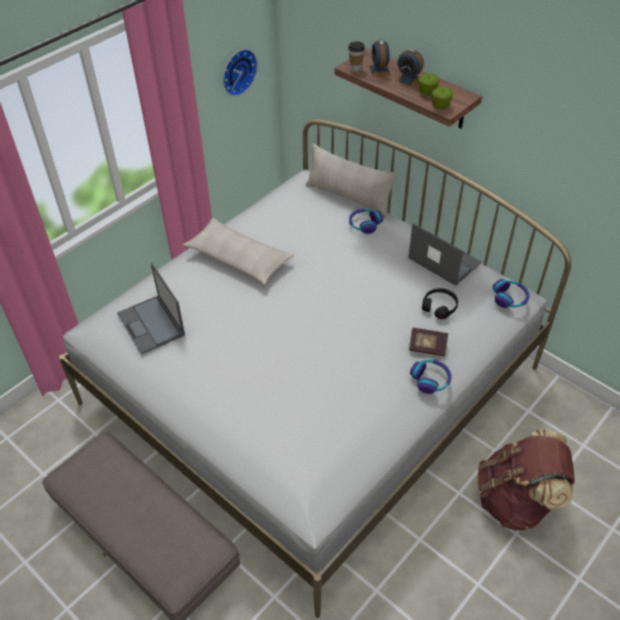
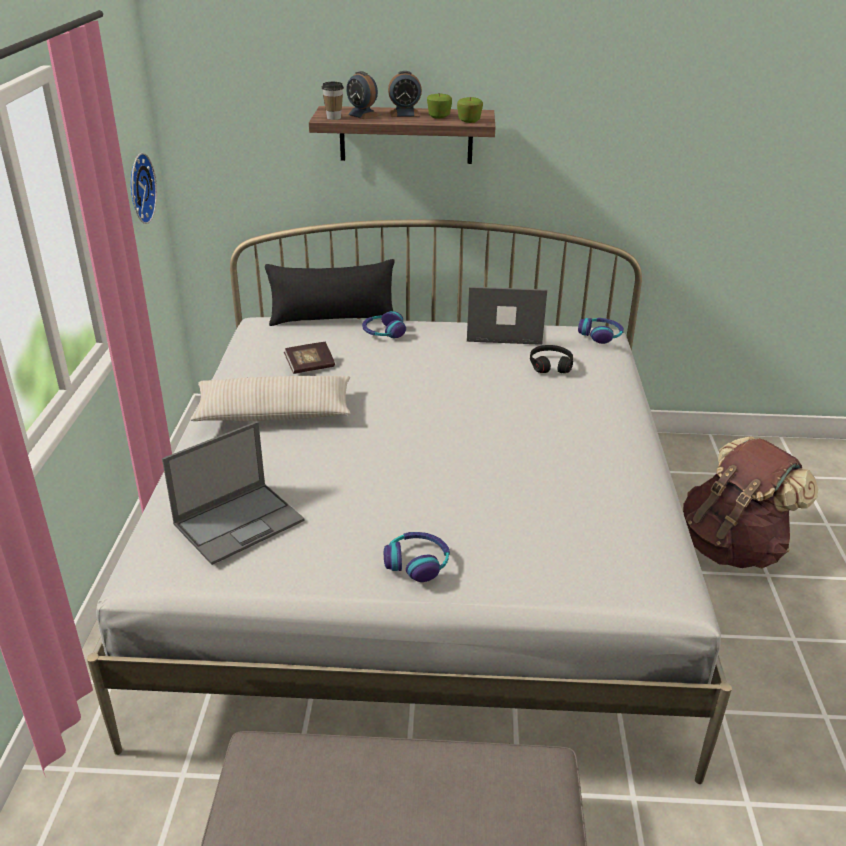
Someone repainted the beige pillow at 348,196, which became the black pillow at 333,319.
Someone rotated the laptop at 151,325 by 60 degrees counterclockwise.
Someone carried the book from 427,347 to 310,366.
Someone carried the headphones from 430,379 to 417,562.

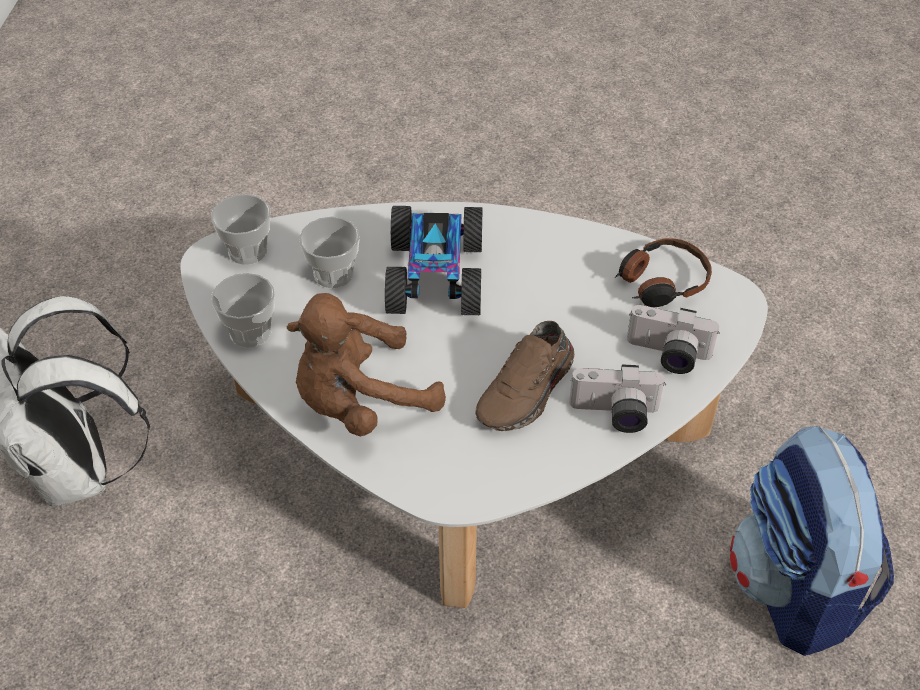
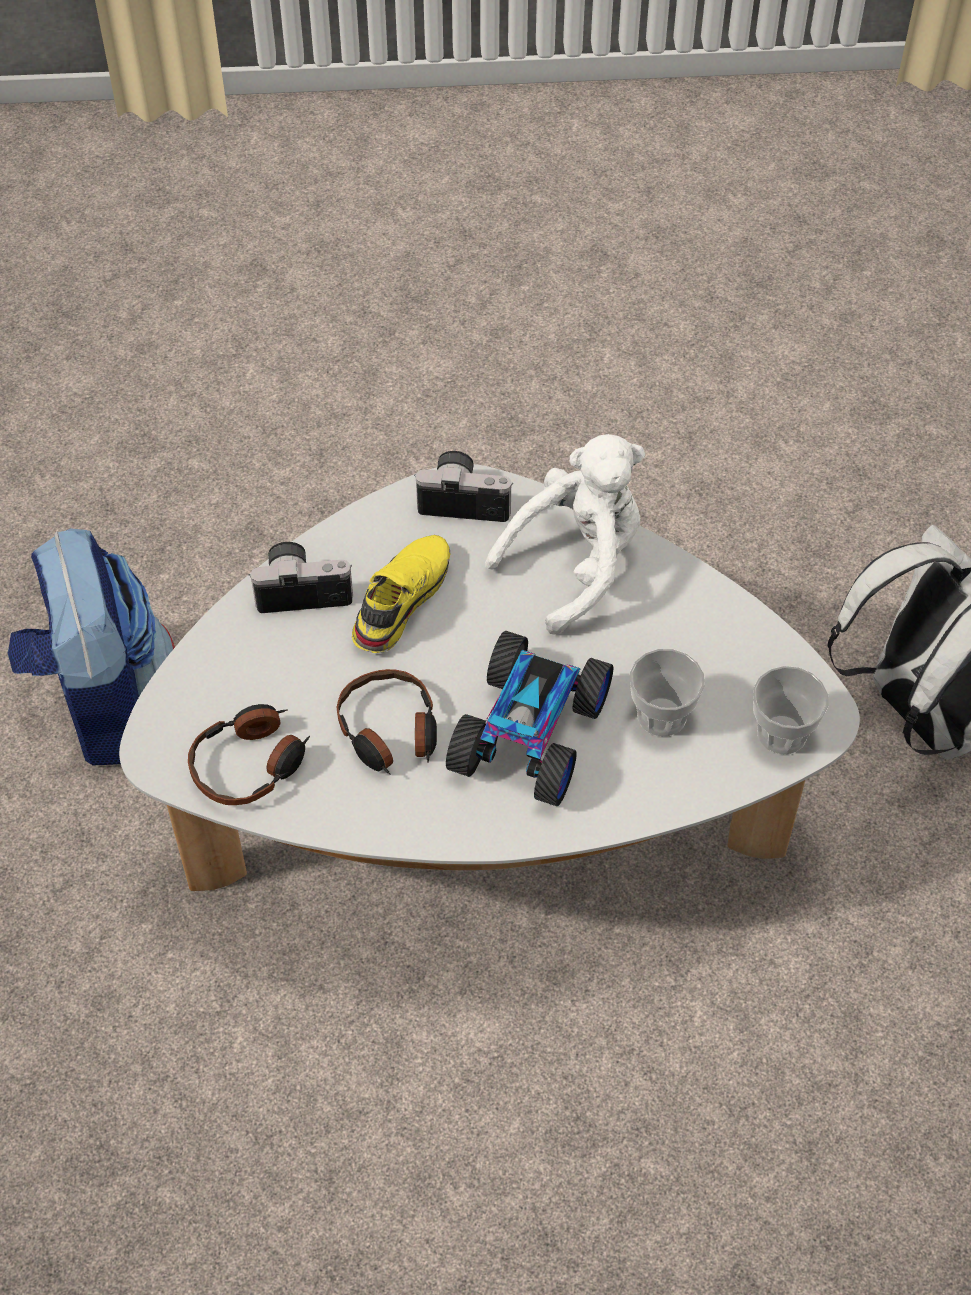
Someone rotated the toy car at 437,275 by 150 degrees counterclockwise.
Someone took away the cup at 250,332.
Someone repainted the brown plush toy at 360,402, which became the white plush toy at 576,564.
Someone carried the photo camera from 667,356 to 465,498.
Someone repainted the brown shoe at 527,392, which became the yellow shoe at 399,600.
Someone put down the headphones at 390,732.

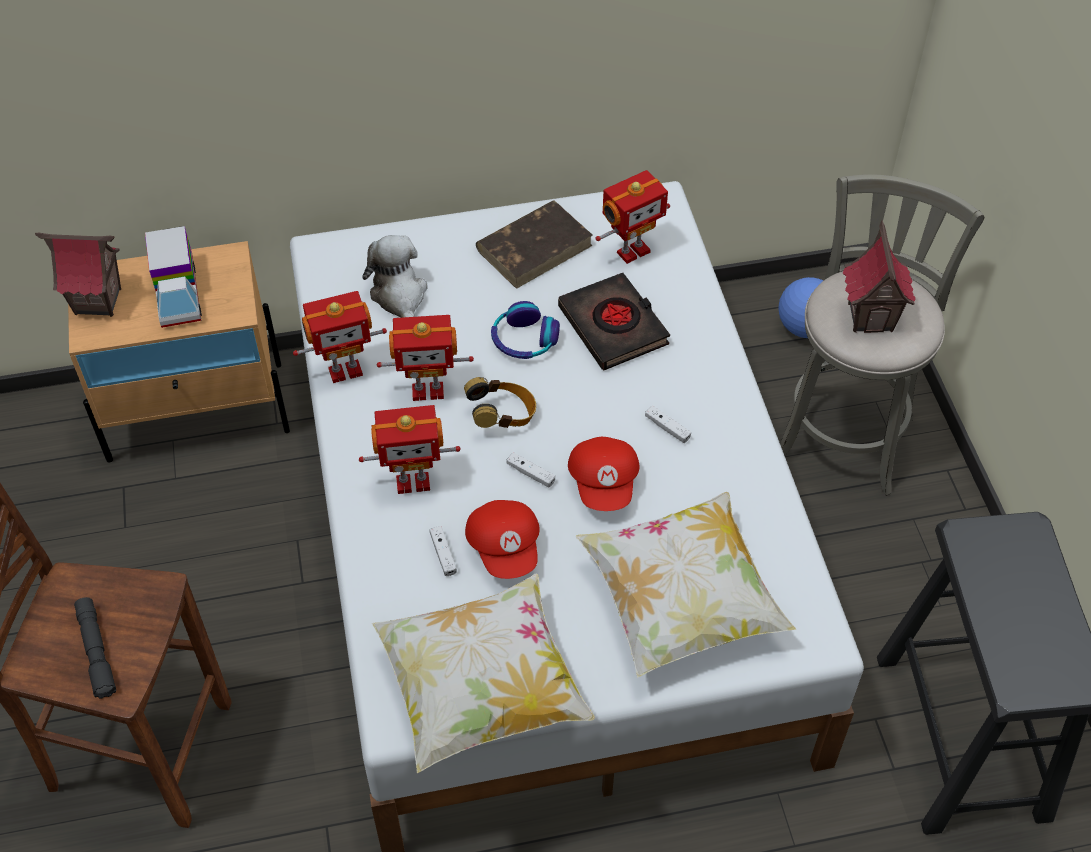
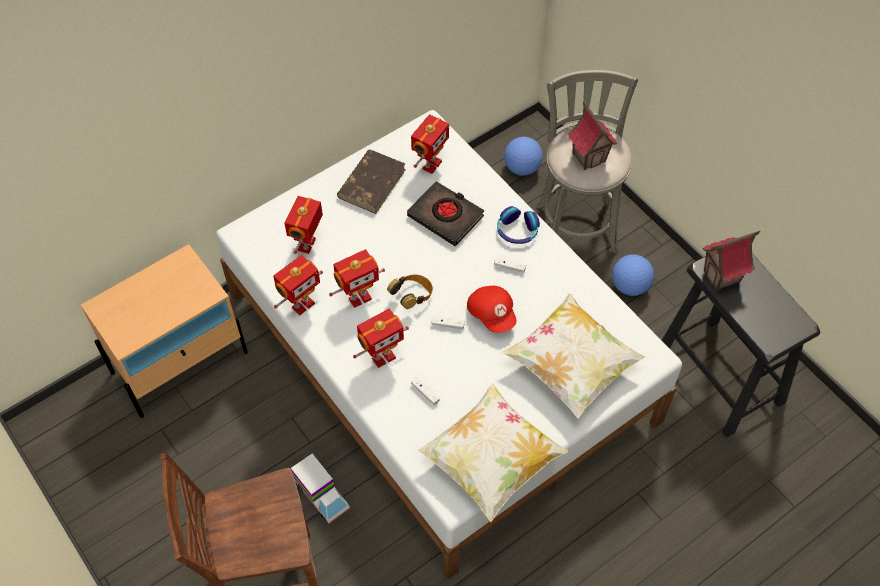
Someone carried the toy truck from 178,293 to 321,494.
Someone carried the toy house from 98,302 to 722,277.
Someone swapped the plush toy at 399,296 for the toy robot at 308,245.
Someone carried the headphones from 524,340 to 517,230.
Someone took away the red cap at 506,547.
Someone took away the grey flashlight at 96,651.
Someone put down the football at 630,286.

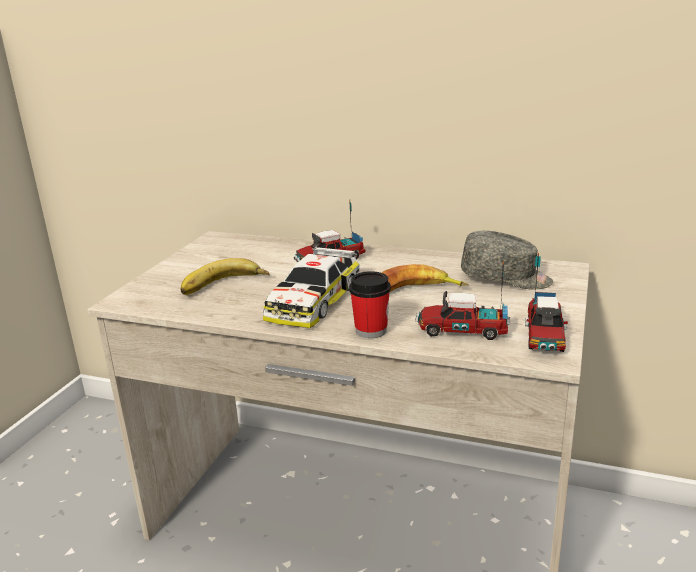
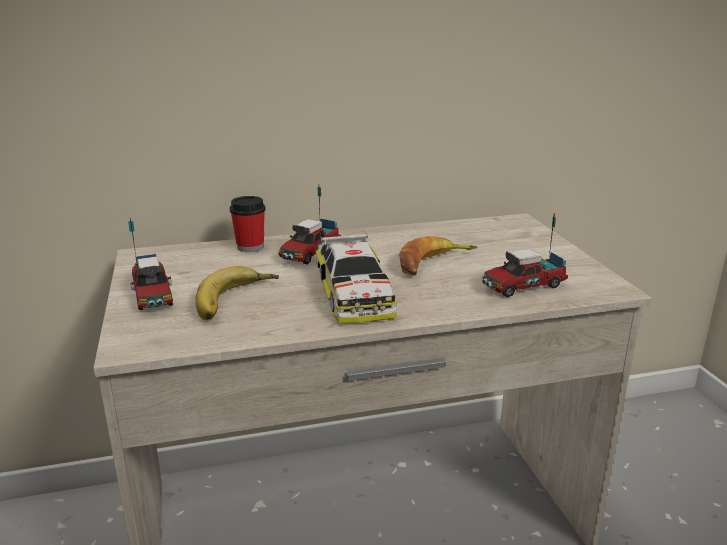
Someone took away the grey cap at 506,278.
Someone carried the toy truck from 544,336 to 152,295.
Someone carried the cup from 371,330 to 250,247.

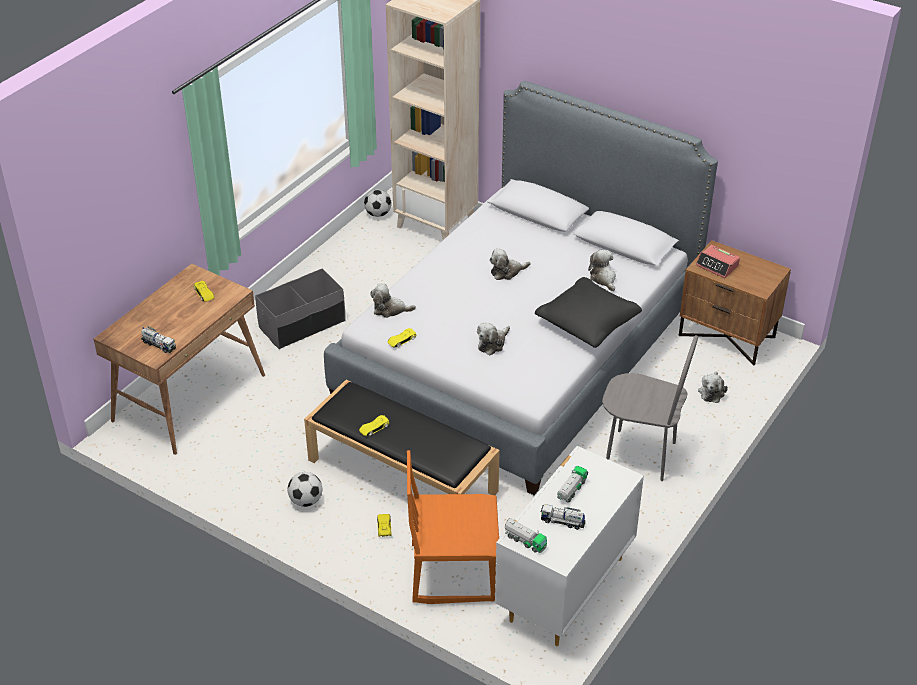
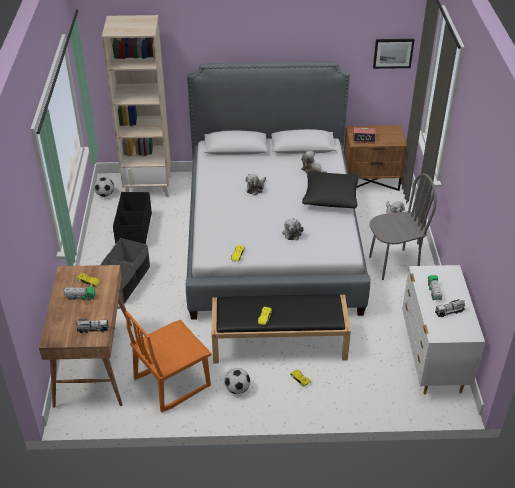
Someone took away the plush toy at 390,309.
Someone carried the orange chair from 453,572 to 171,382.
Someone carried the toy truck from 525,541 to 80,297.
Someone put up the picture at 393,53.
Someone put down the black storage box at 134,230.

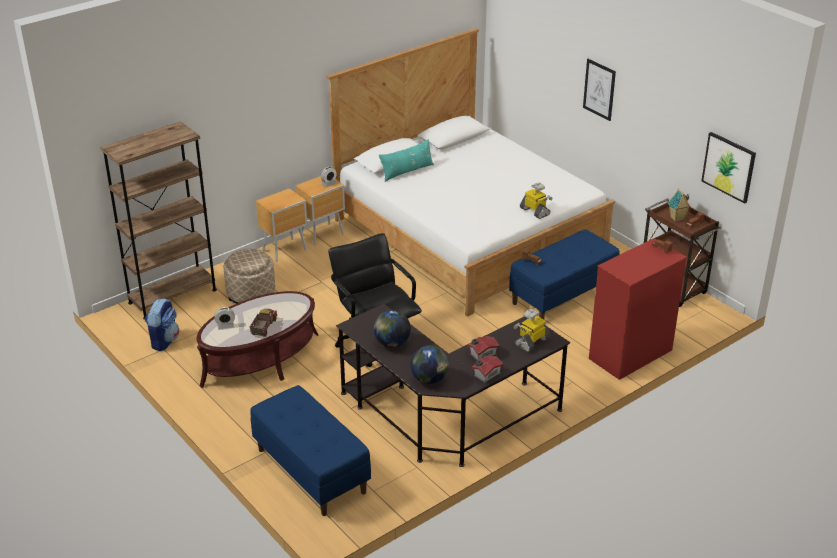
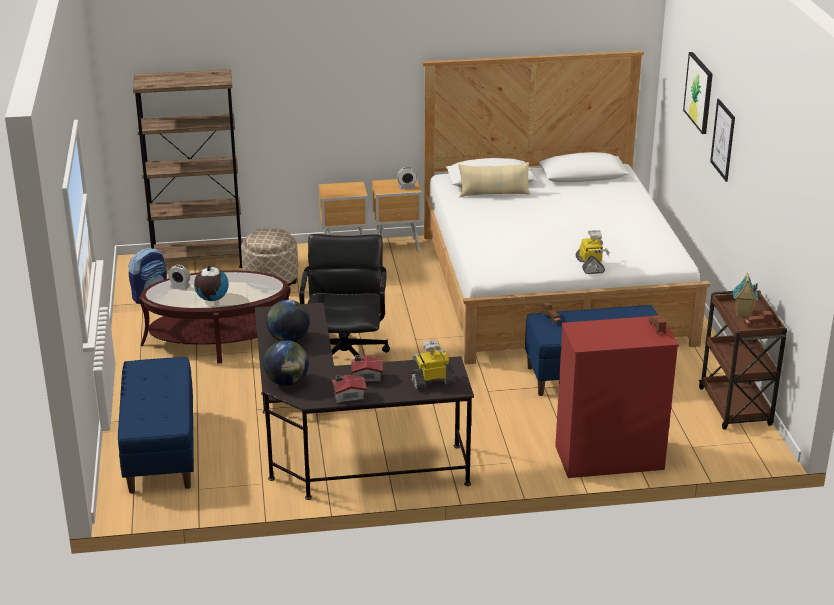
Someone carried the picture from 729,167 to 699,92.
Someone repainted the turquoise pillow at 407,171, which became the beige pillow at 494,194.
Someone swapped the toy truck at 263,328 for the globe at 212,299.

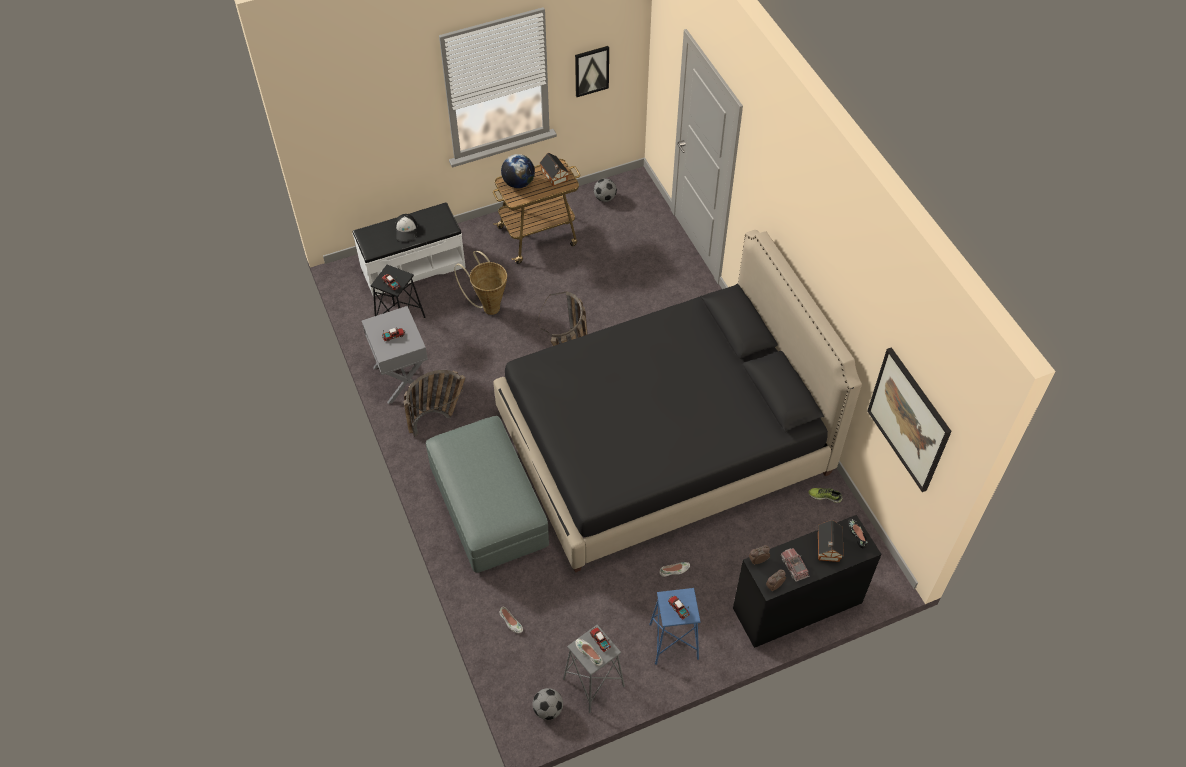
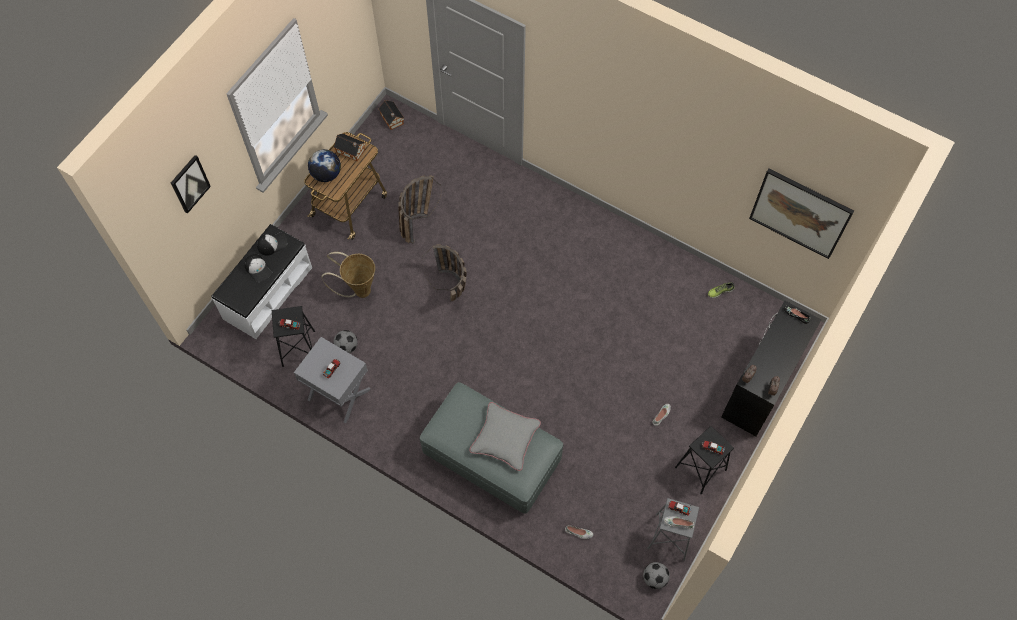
Someone carried the picture from 591,70 to 189,183.
Someone carried the football from 605,198 to 347,346.
Someone took away the black bed at 663,443.
Someone carried the basket from 437,418 to 418,221.
Someone carried the toy house from 828,548 to 392,120.
Someone took away the toy truck at 794,567.
Someone repainted the blue stool at 673,641, which became the black stool at 700,469.
Someone put down the cap at 272,244.
Someone put down the grey pillow at 505,438.

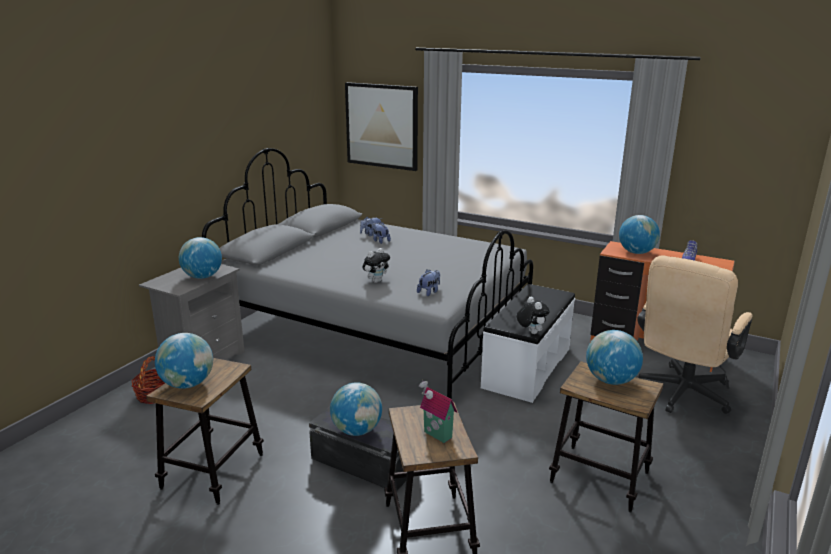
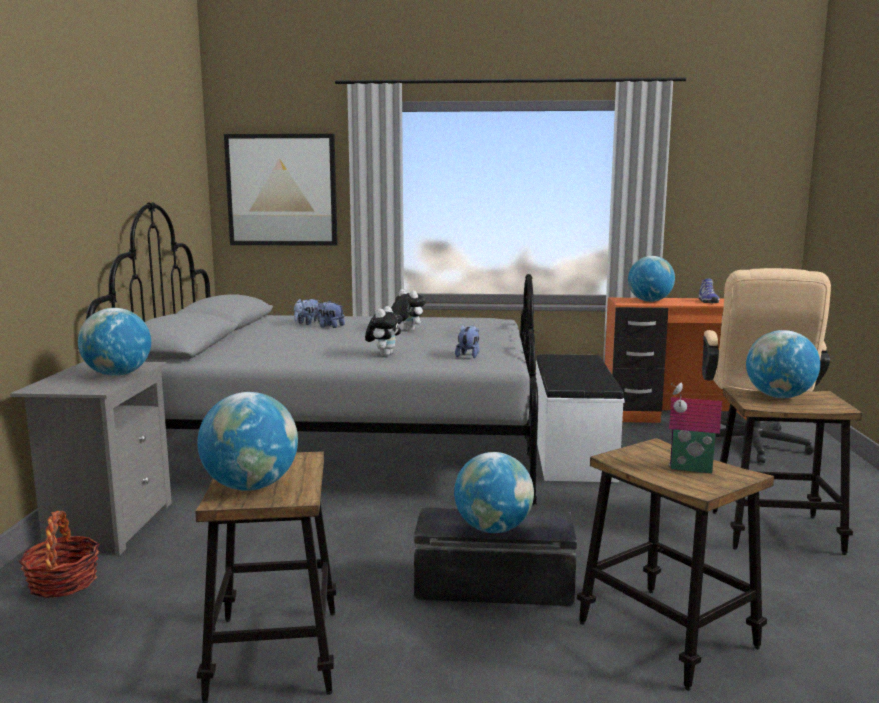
Someone carried the plush toy from 530,332 to 407,330.

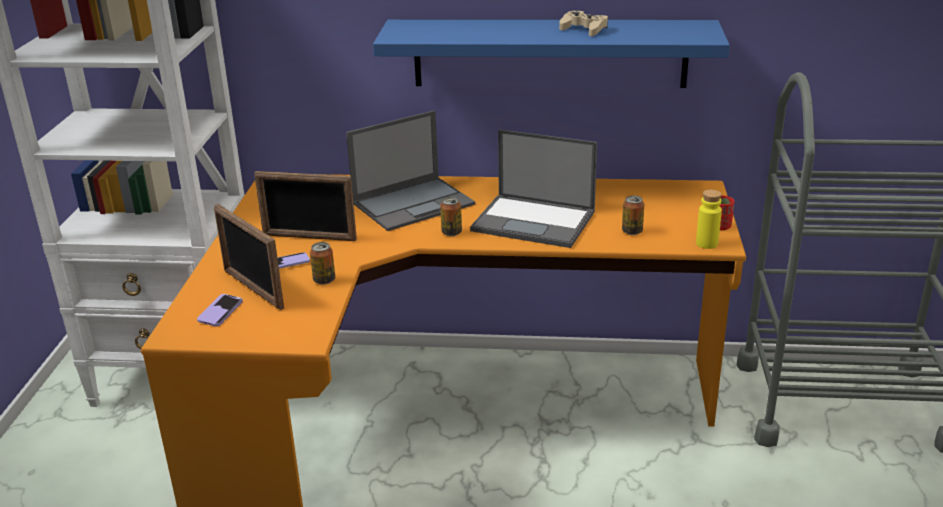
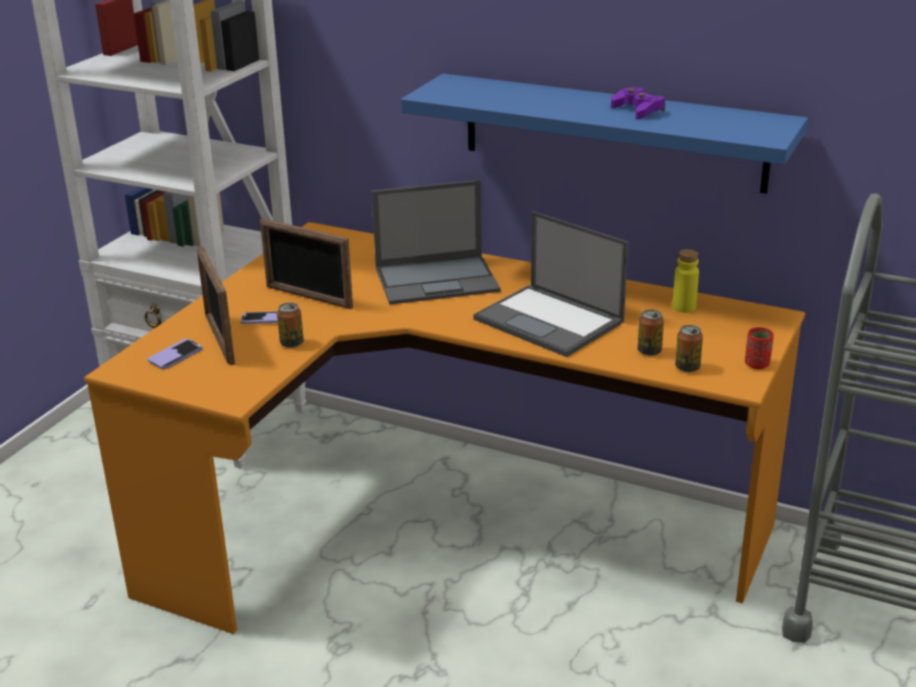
Someone repainted the beige game controller at 584,29, which became the purple game controller at 638,110.
Someone carried the yellow bottle from 706,243 to 684,307.
Someone carried the can from 451,232 to 687,367.

